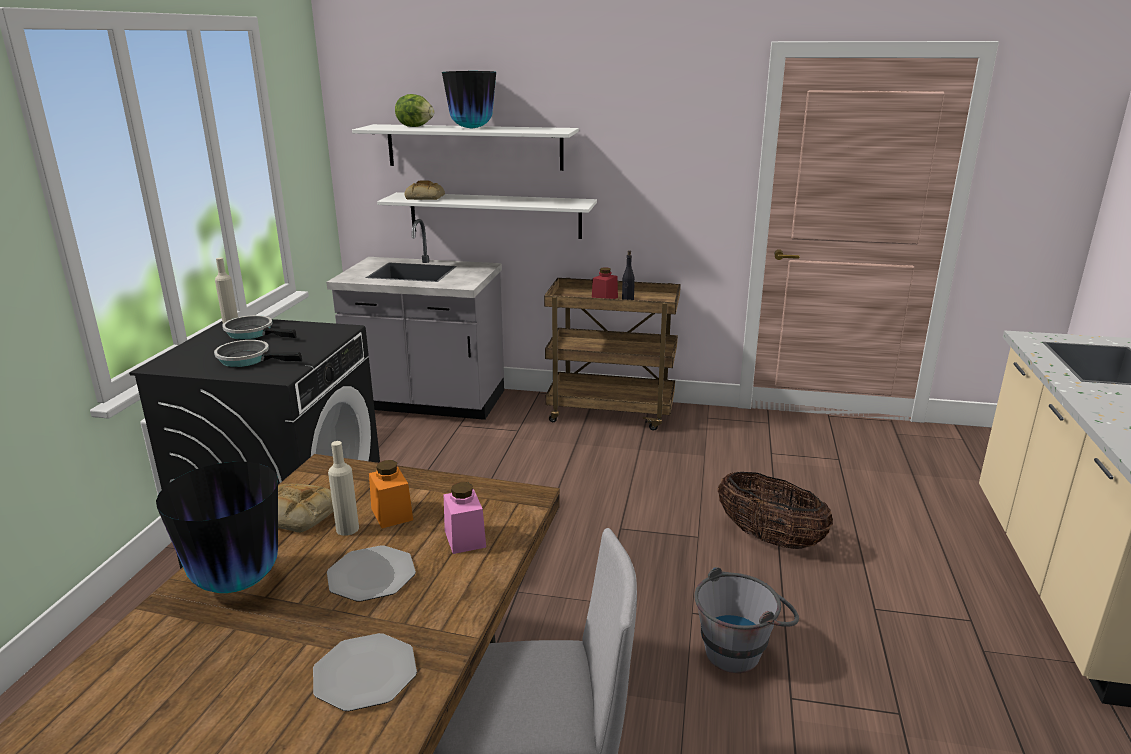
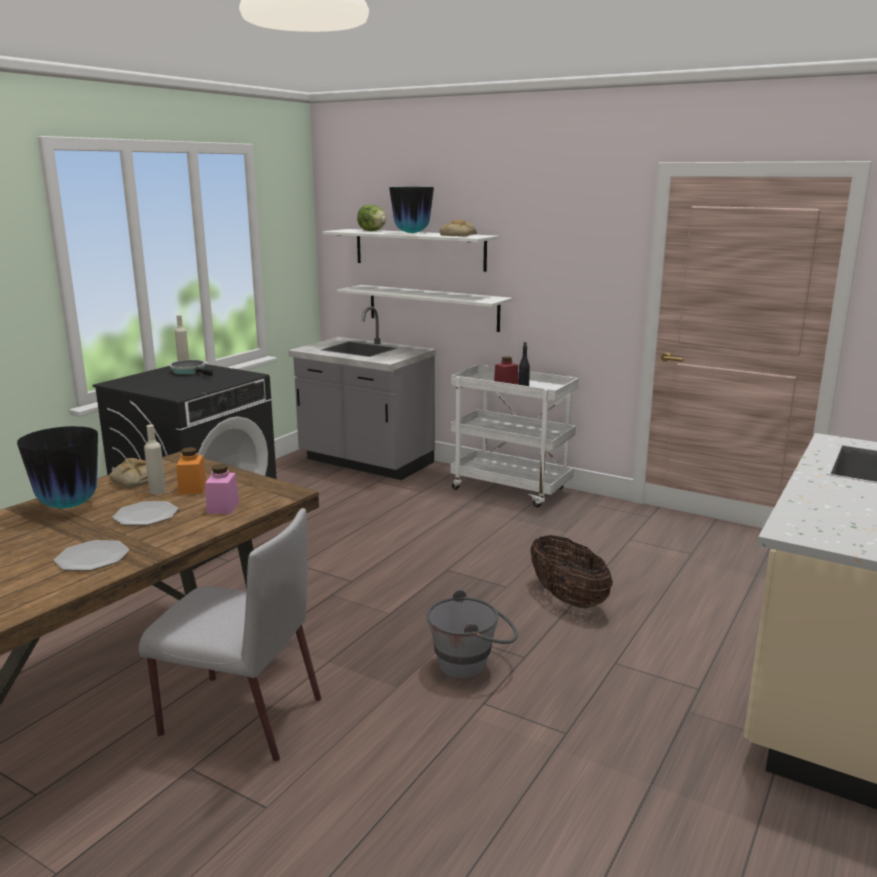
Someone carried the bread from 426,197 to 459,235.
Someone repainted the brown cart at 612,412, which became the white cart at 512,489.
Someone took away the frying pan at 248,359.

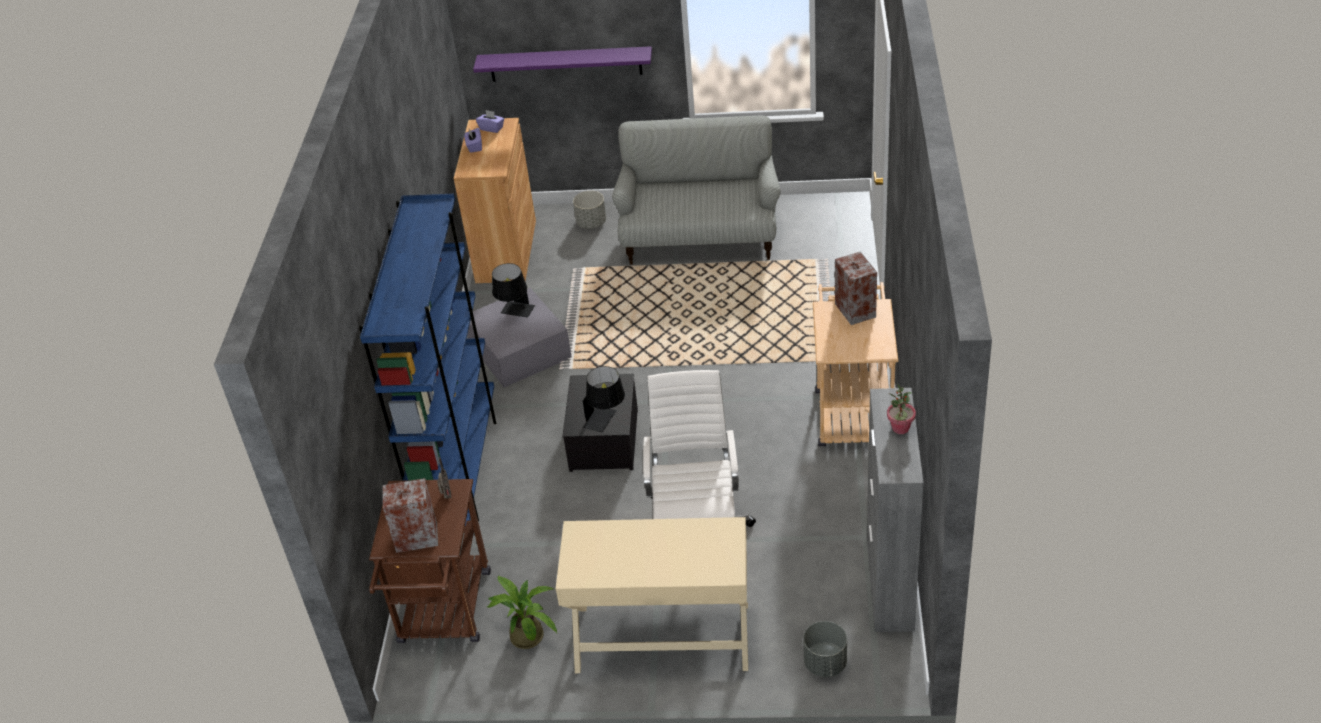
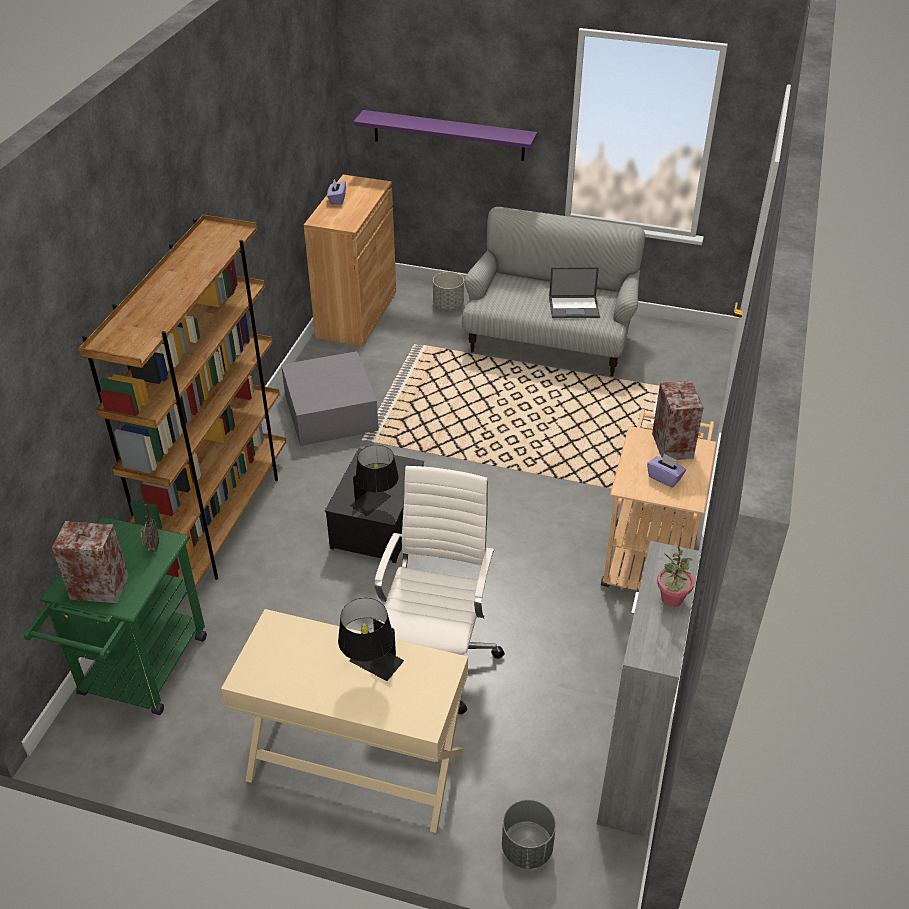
Someone carried the purple tissue box from 491,128 to 664,478.
Someone repainted the blue bookcase at 460,470, which became the brown bookcase at 222,520.
Someone carried the black table lamp from 515,313 to 370,668.
Someone repainted the brown cart at 443,615, which became the green cart at 138,674.
Someone took away the potted plant at 526,633.
Someone put down the laptop at 574,307.

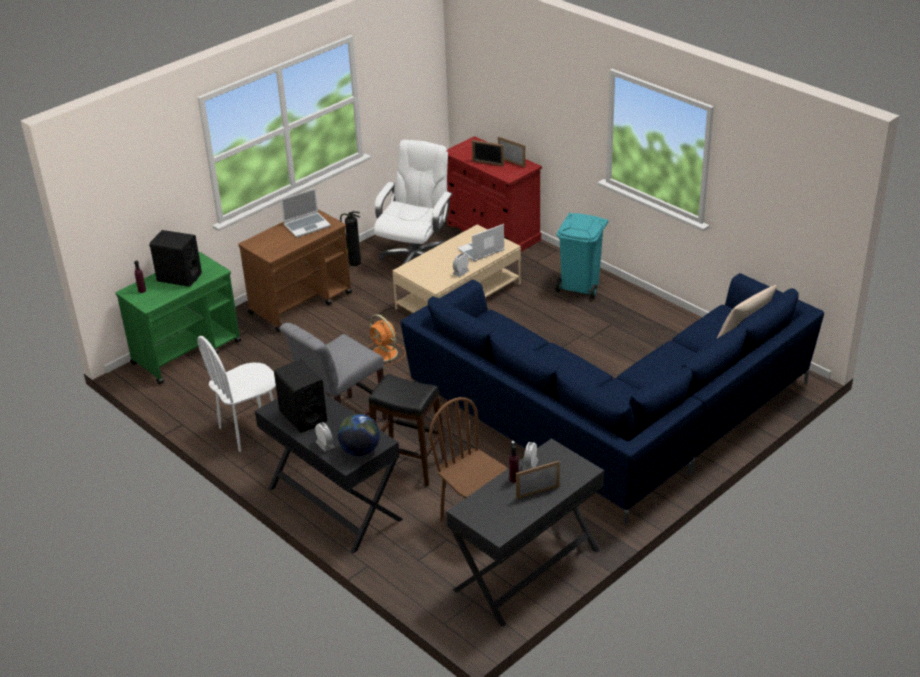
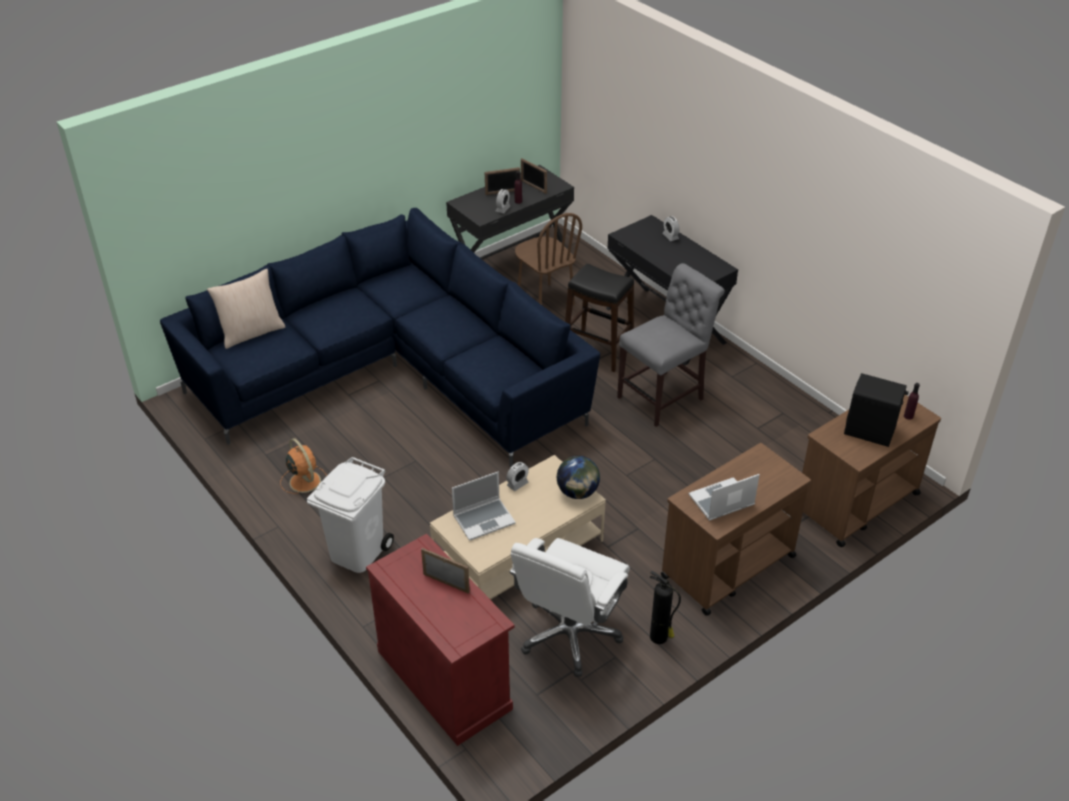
Someone carried the picture frame from 511,162 to 533,187.
Someone repainted the turquoise trash can at 581,286, which became the white trash can at 356,552.
Someone repainted the green cart at 187,352, which became the brown cart at 855,503.
Someone carried the orange fan from 385,354 to 304,480.
Someone took away the white chair at 250,430.
Someone took away the black speaker at 303,416.
Someone carried the globe from 360,450 to 577,492.

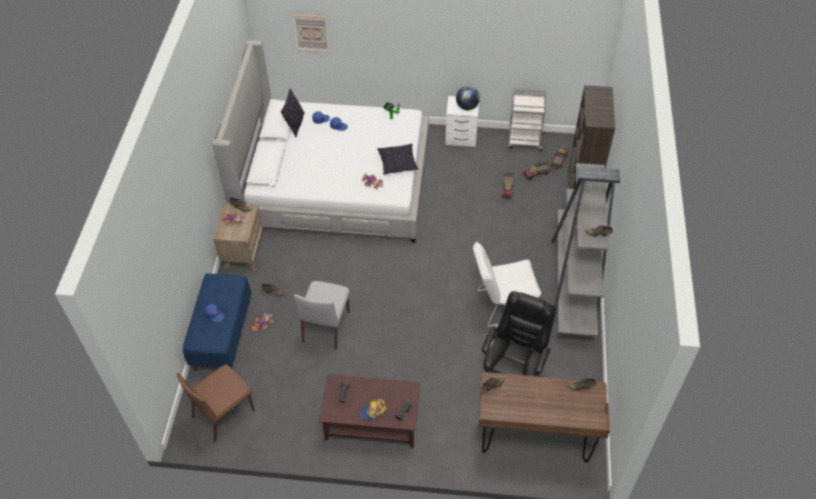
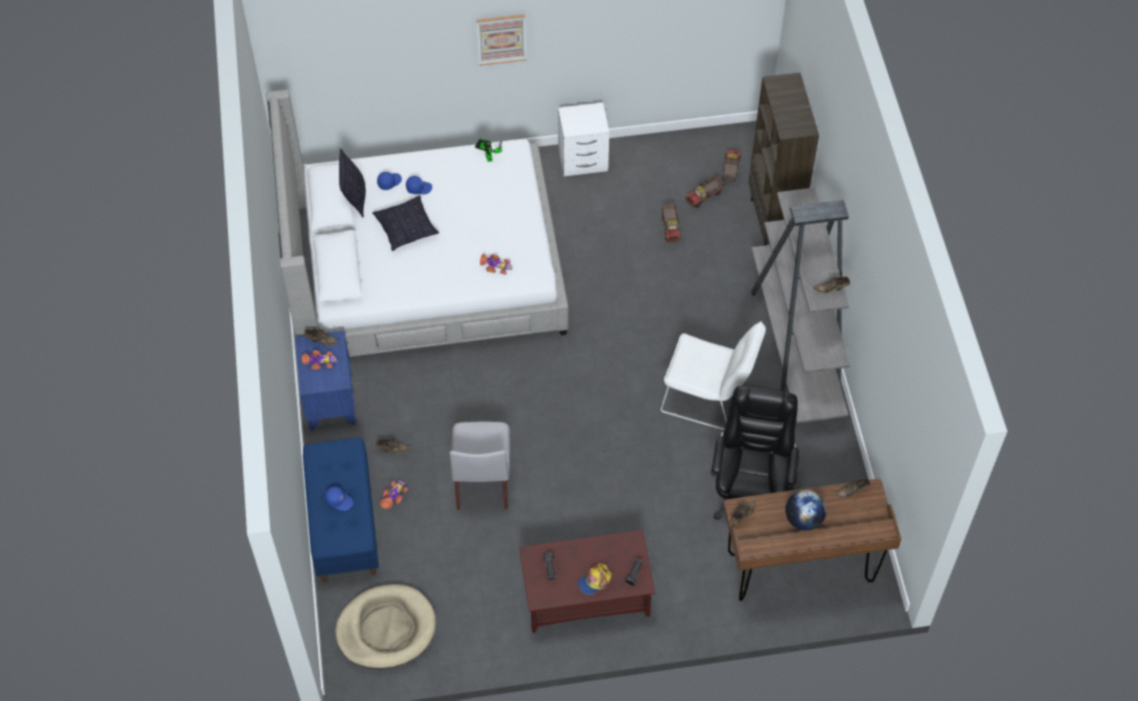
Someone carried the picture from 311,33 to 501,39.
Someone carried the globe from 467,107 to 803,519.
Someone took away the grey cart at 524,142.
Someone carried the pillow from 397,163 to 406,228.
Someone repainted the brown nightstand at 243,253, which became the blue nightstand at 330,400.
Someone rotated the white chair at 501,305 by 135 degrees counterclockwise.
Someone swapped the brown chair at 224,413 for the beige dog bed at 386,629.

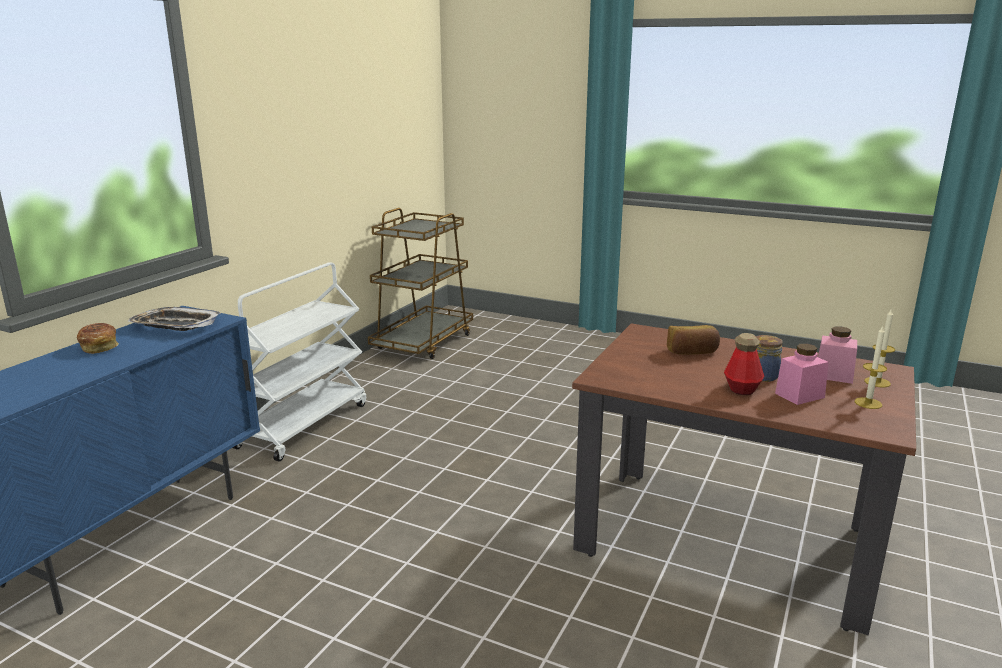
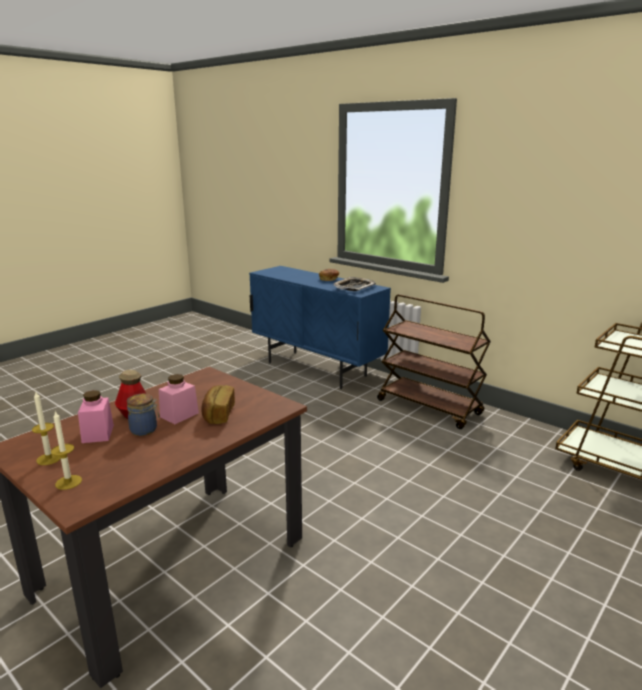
Someone repainted the white cart at 303,425, which became the brown cart at 430,407.
Someone carried the pink jar from 833,375 to 179,415.

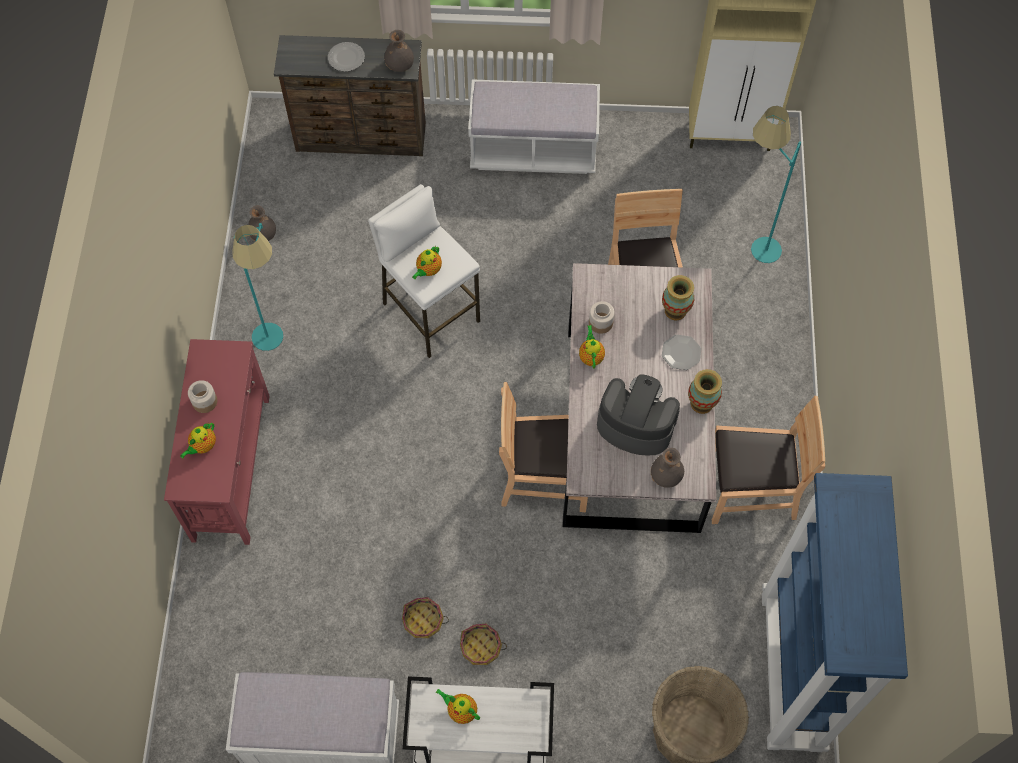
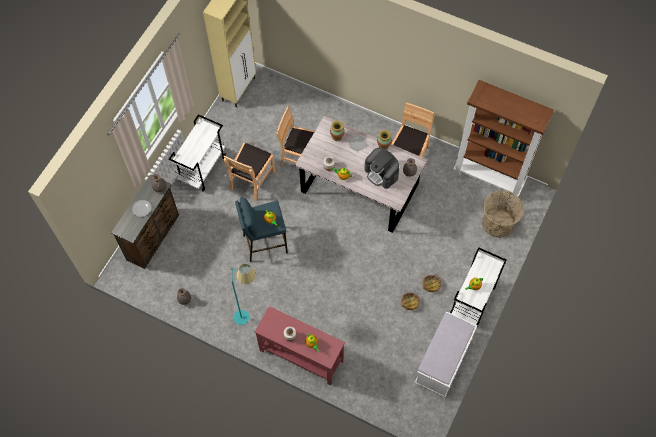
Someone swapped the white bench at 533,151 for the white cart at 202,168.
Someone took away the turquoise floor lamp at 752,249.
Someone repainted the white stool at 430,312, which became the blue stool at 264,243.
Someone rotated the coffee machine at 635,424 by 90 degrees counterclockwise.
Someone carried the brown chair from 544,476 to 252,180.
Someone repainted the blue bookcase at 792,672, which became the brown bookcase at 489,177.

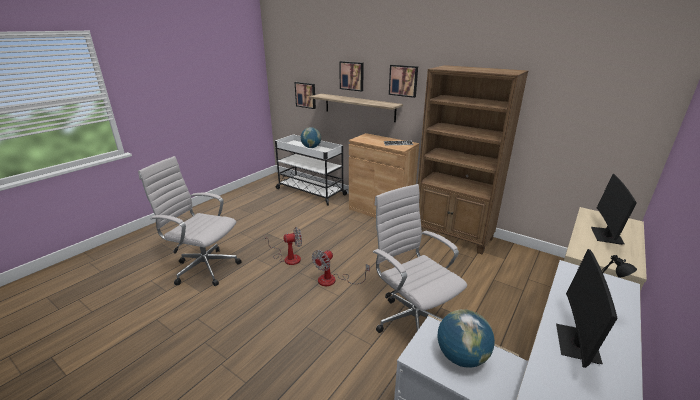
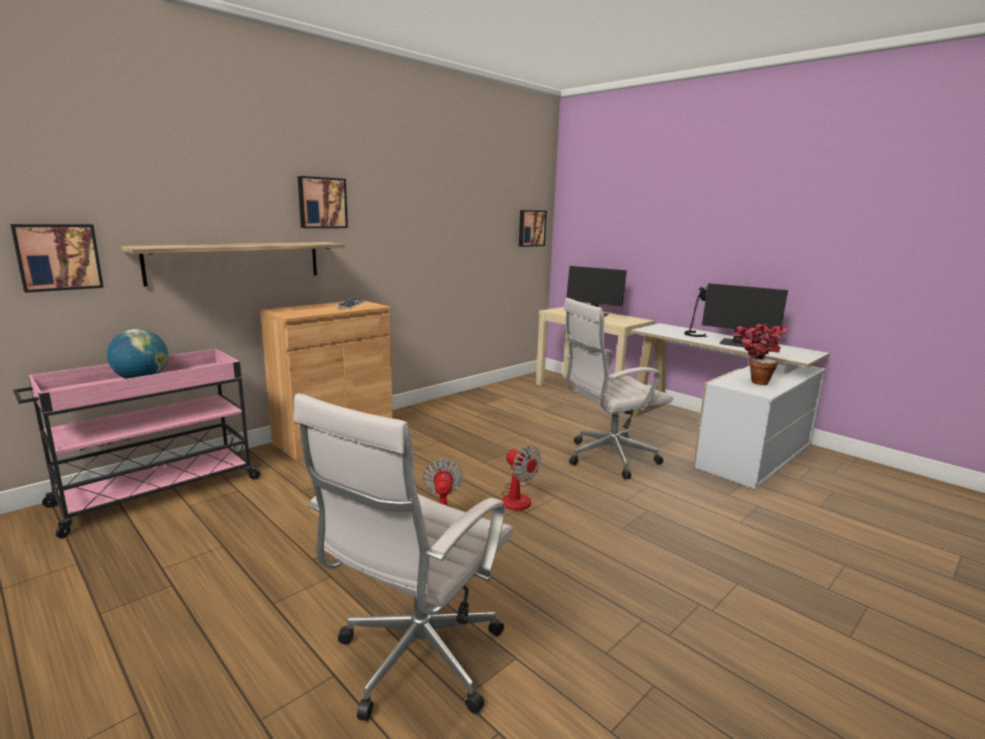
Someone carried the picture from 352,76 to 531,228.
Someone took away the brown bookcase at 453,236.
Someone repainted the white cart at 310,191, which became the pink cart at 156,492.
Someone swapped the globe at 461,356 for the potted plant at 753,381.

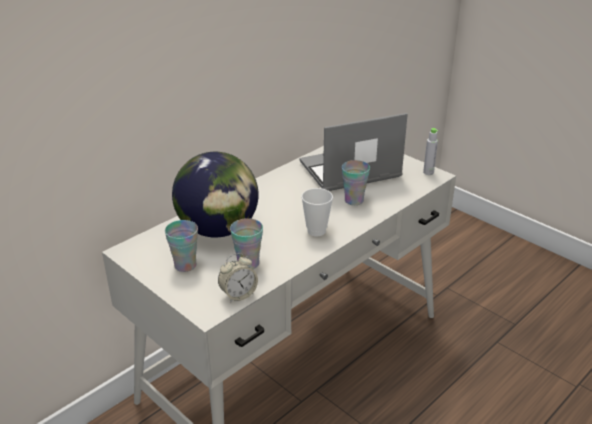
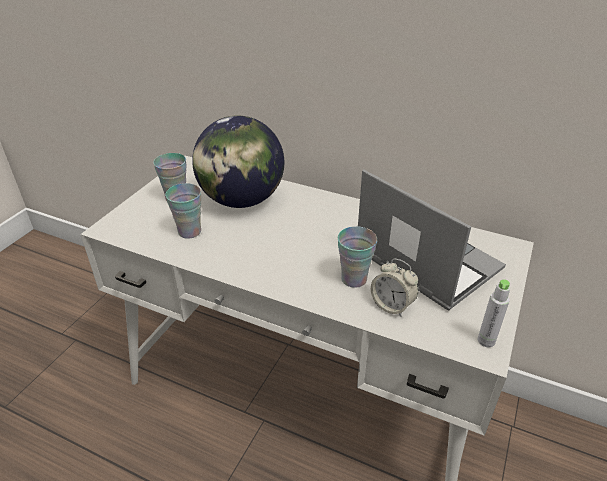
Someone took away the cup at 316,231.
Someone carried the alarm clock from 238,295 to 392,305.

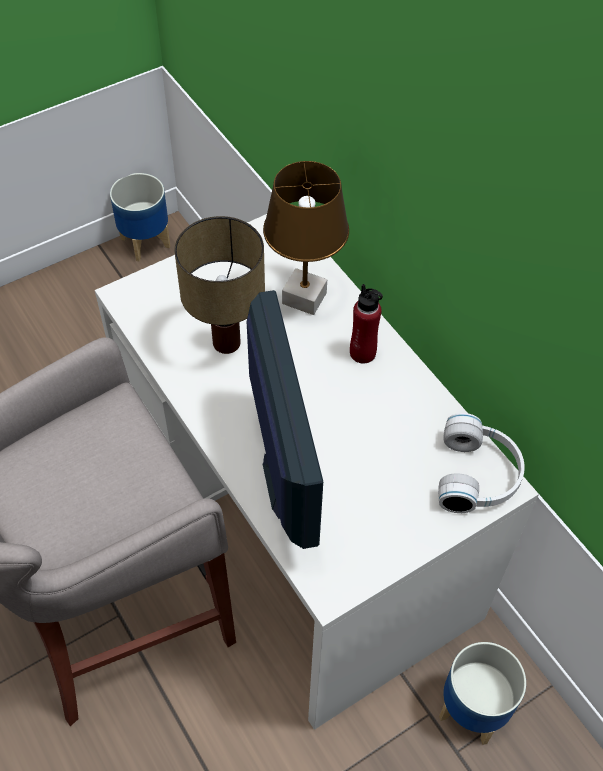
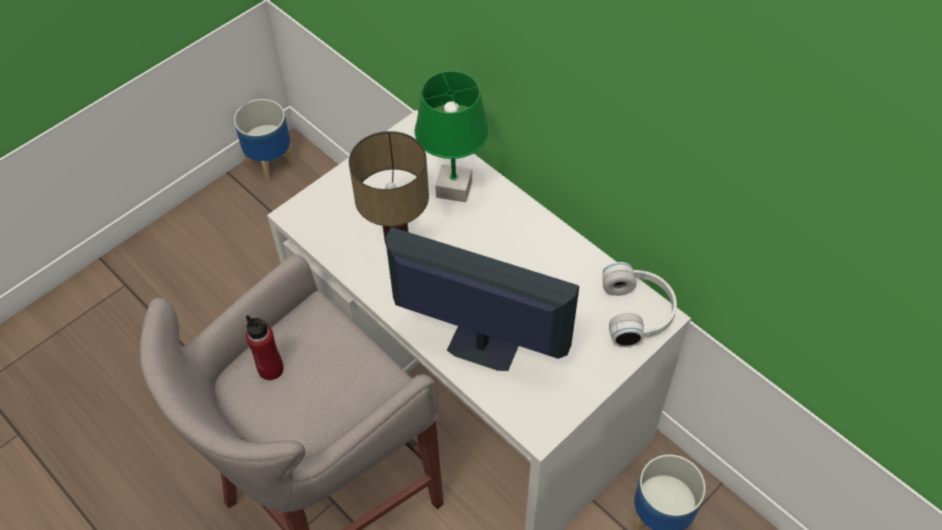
Someone repainted the brown table lamp at 303,298, which became the green table lamp at 453,189.
Someone carried the red bottle from 362,353 to 271,369.
Someone rotated the monitor at 288,480 by 45 degrees counterclockwise.

